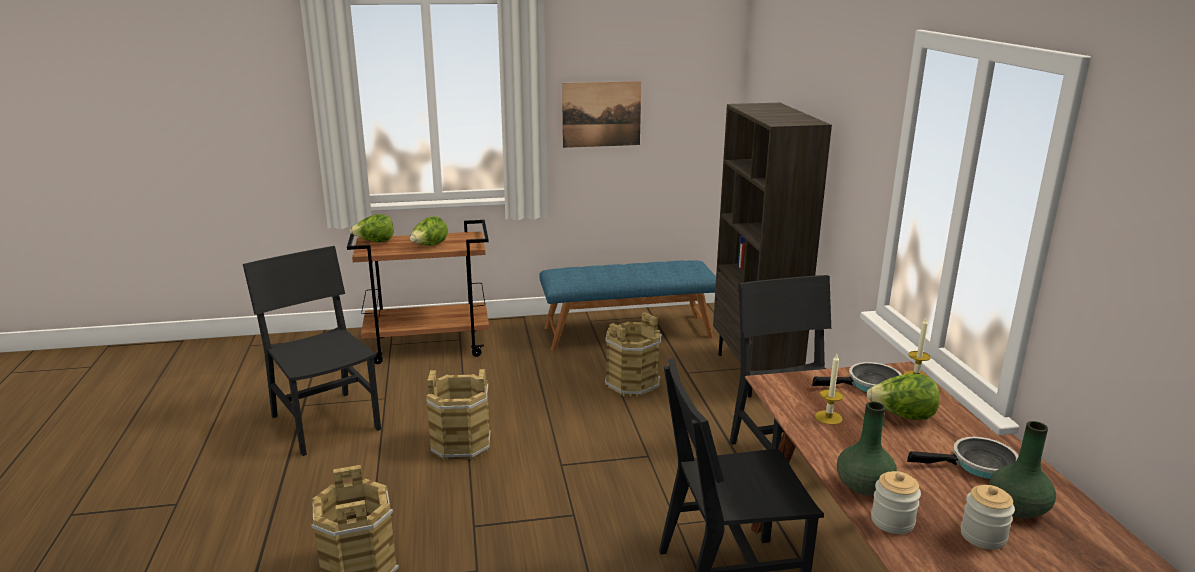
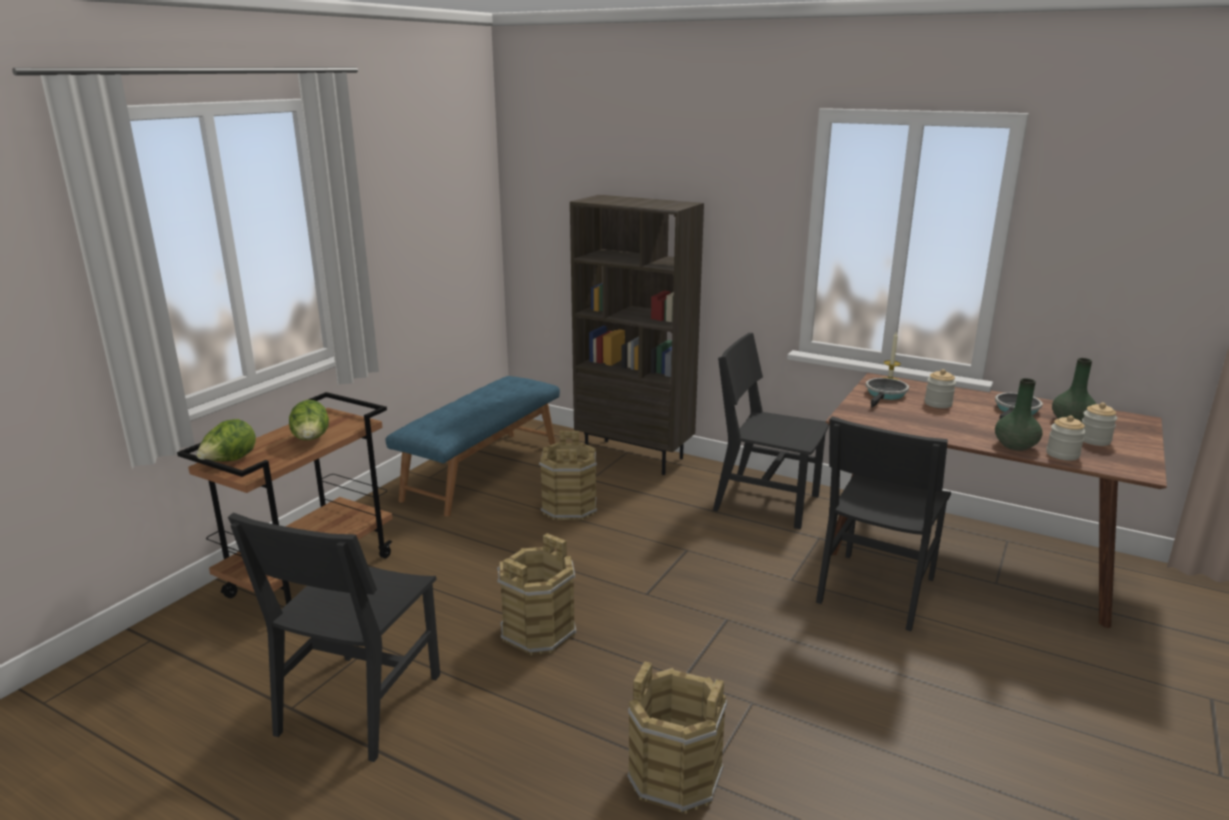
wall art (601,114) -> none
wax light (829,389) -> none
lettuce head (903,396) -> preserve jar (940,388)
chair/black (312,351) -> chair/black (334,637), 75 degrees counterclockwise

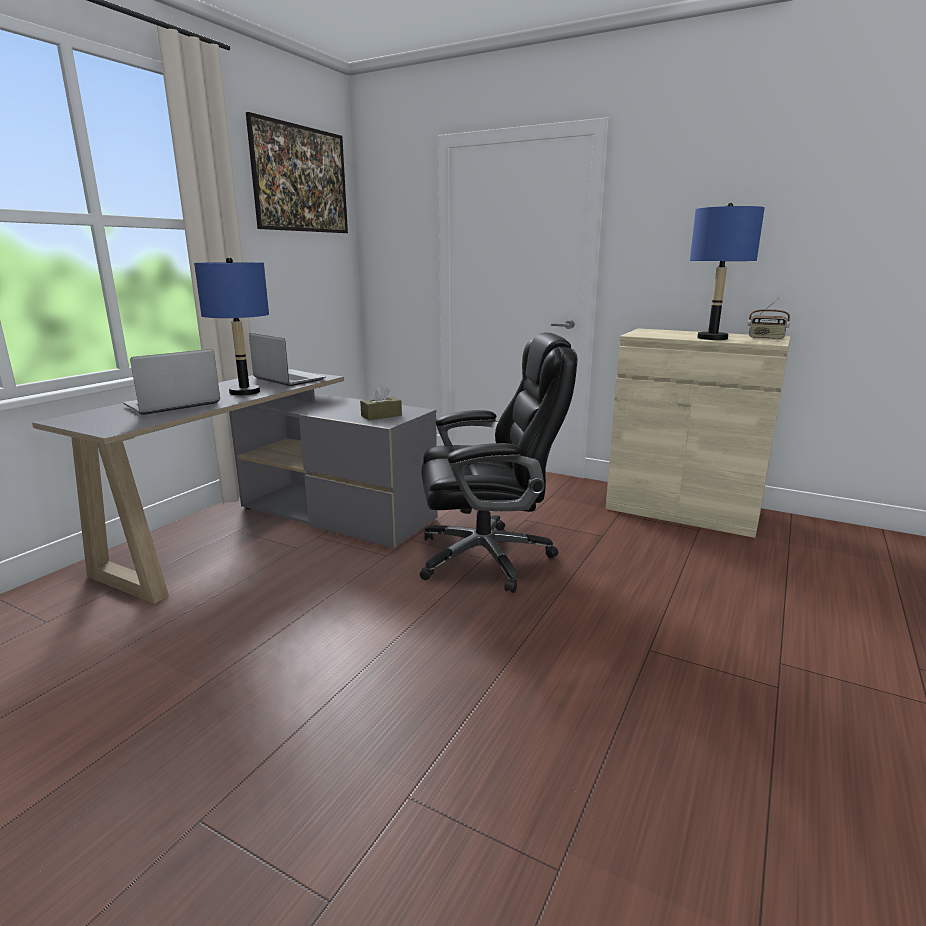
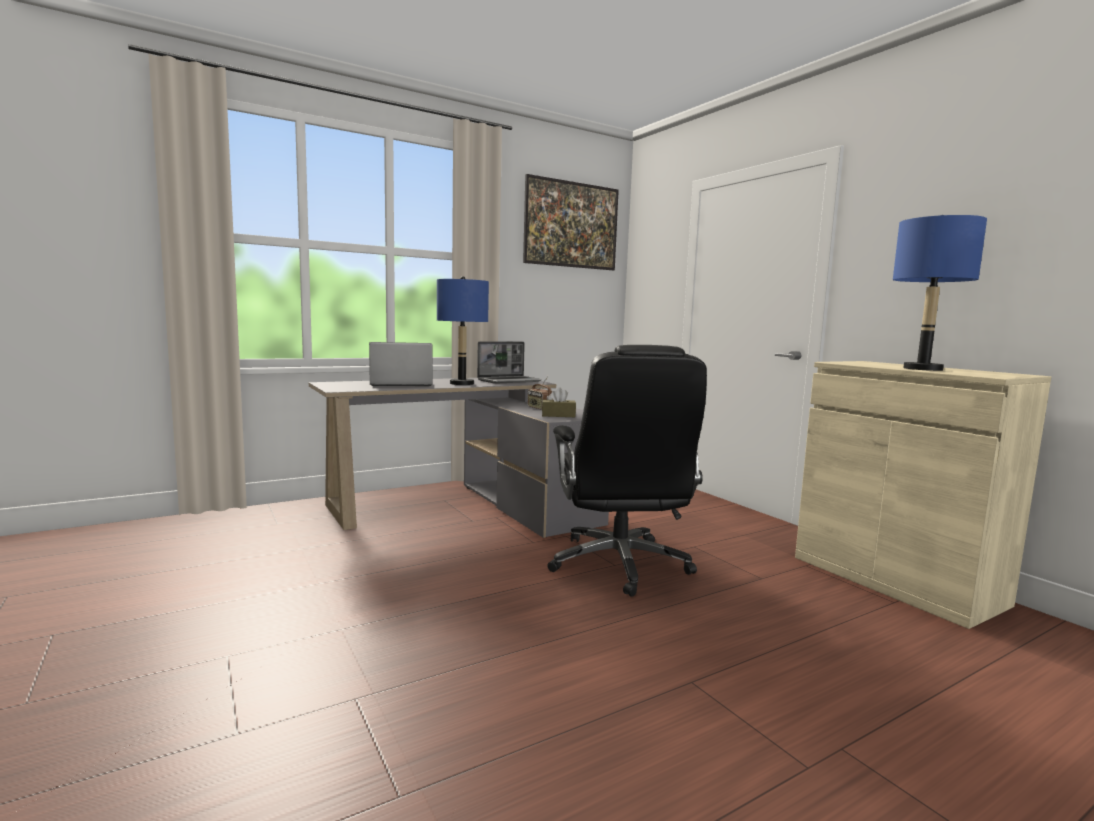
radio (768,318) -> radio (540,392), shifted
portable computer (287,359) -> portable computer (509,362), 75 degrees clockwise
desk chair/black (498,462) -> desk chair/black (627,471), 60 degrees clockwise

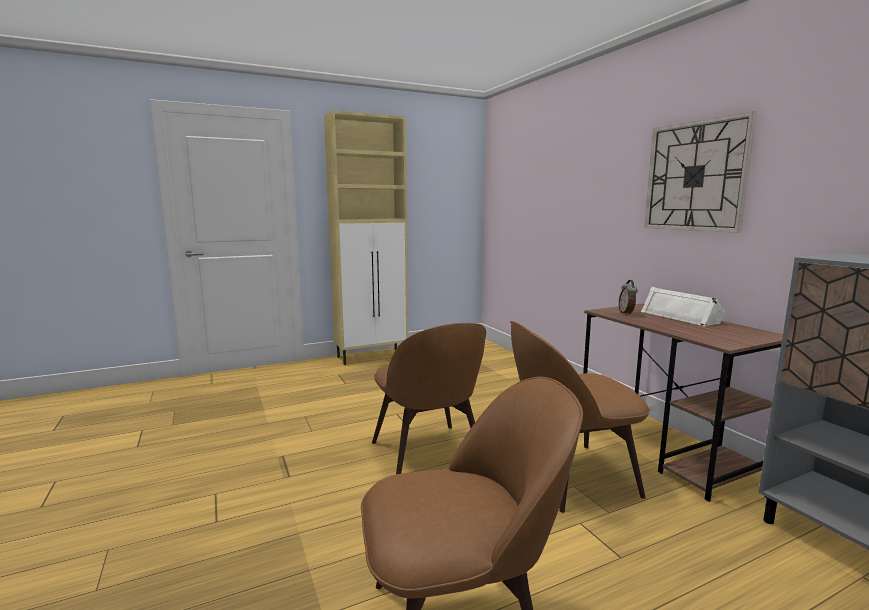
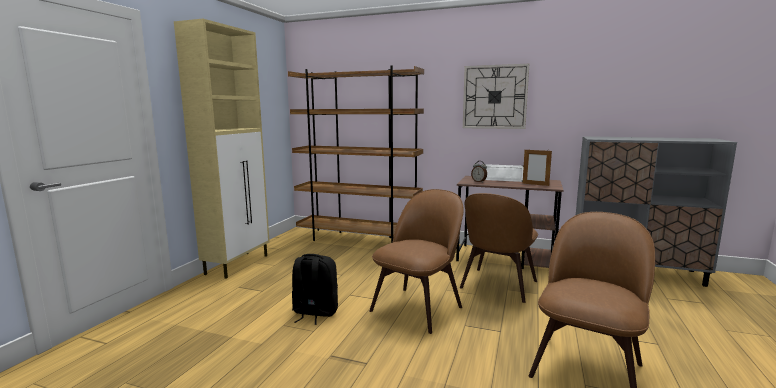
none -> shelving unit/brown-coloured (356,154)
none -> rucksack/black (315,289)
none -> photo frame (537,168)
chair/brown-coloured (429,398) -> chair/brown-coloured (417,261), 75 degrees counterclockwise

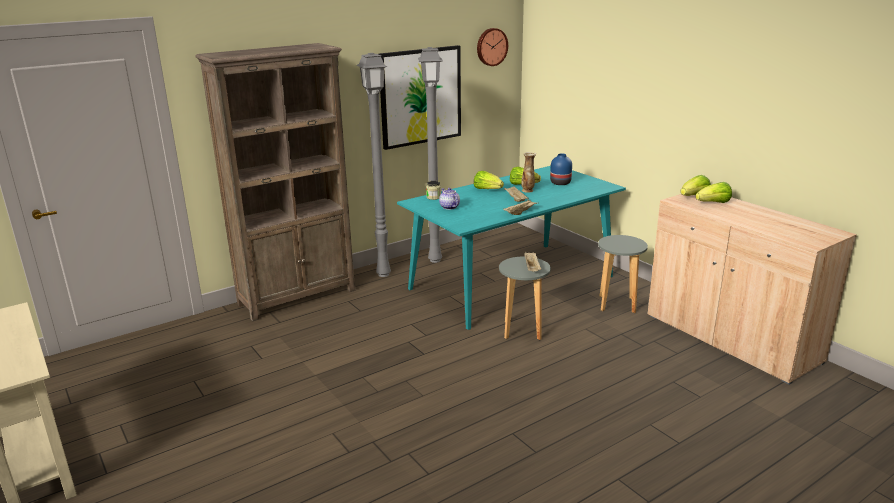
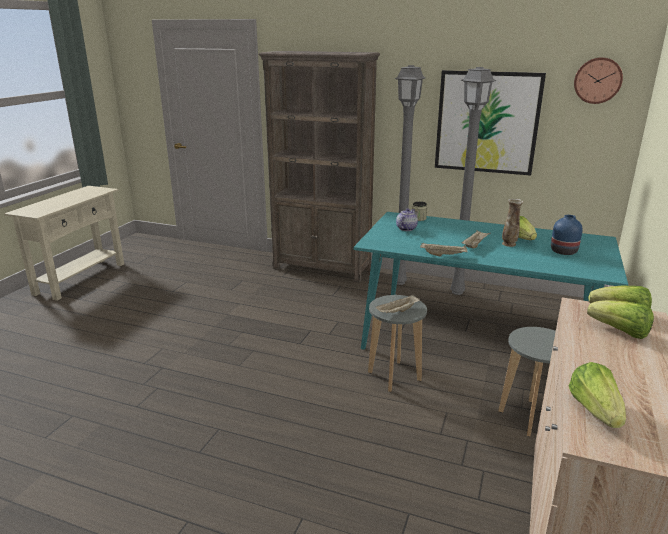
lettuce head (489,180) -> lettuce head (597,395), shifted

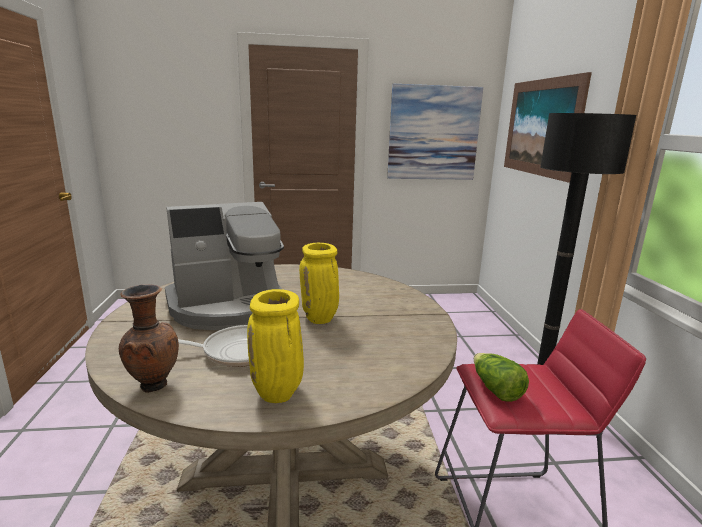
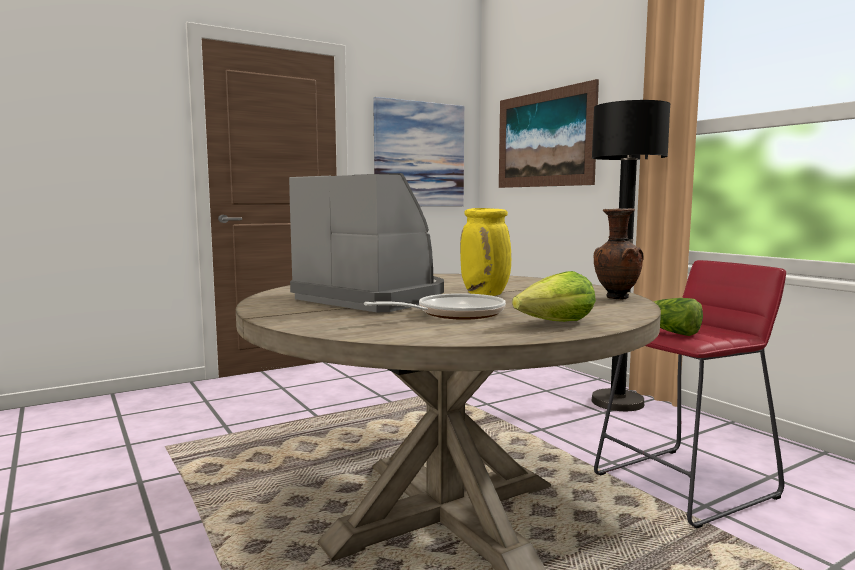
decorative vase/brown-coloured (149,338) -> decorative vase/brown-coloured (618,254), shifted
decorative vase/yellow (275,346) -> lettuce head (554,296)
coffee brewer (224,266) -> coffee brewer (366,242), 90 degrees counterclockwise

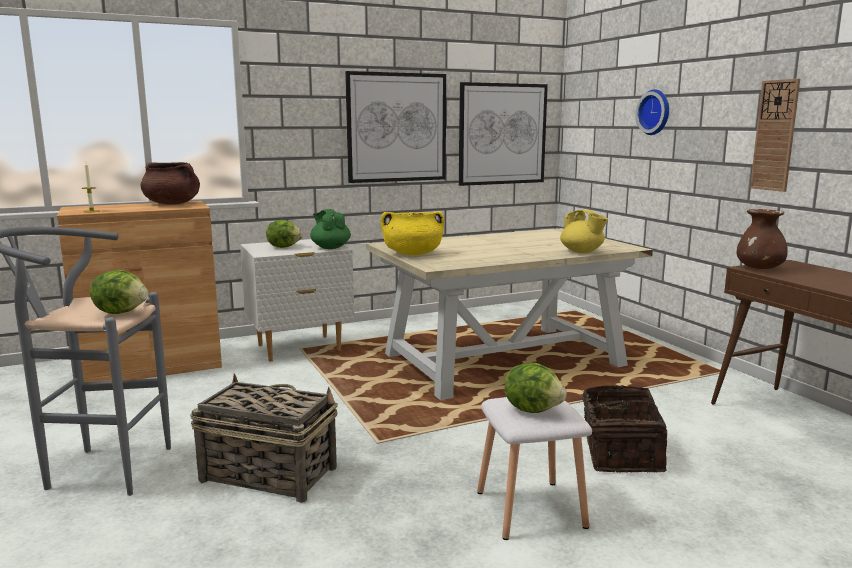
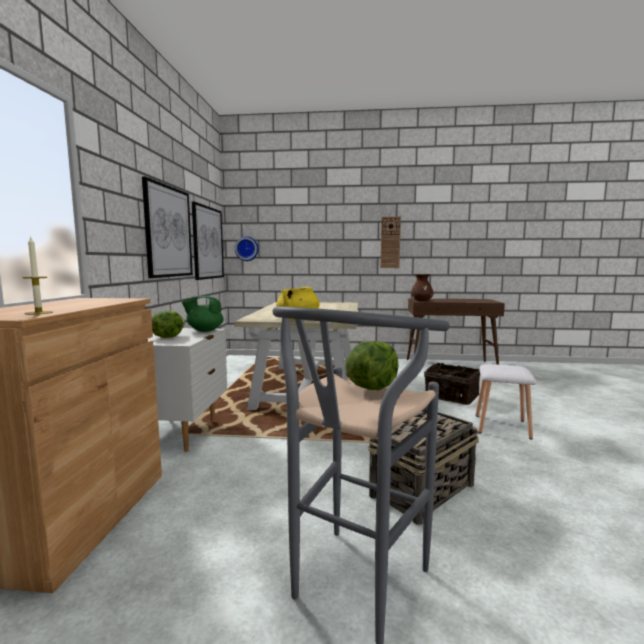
cooking pot/brown-coloured (170,183) -> none
lettuce head (536,388) -> none
teapot/yellow (584,231) -> none
wall clock (652,112) -> wall clock (246,248), shifted

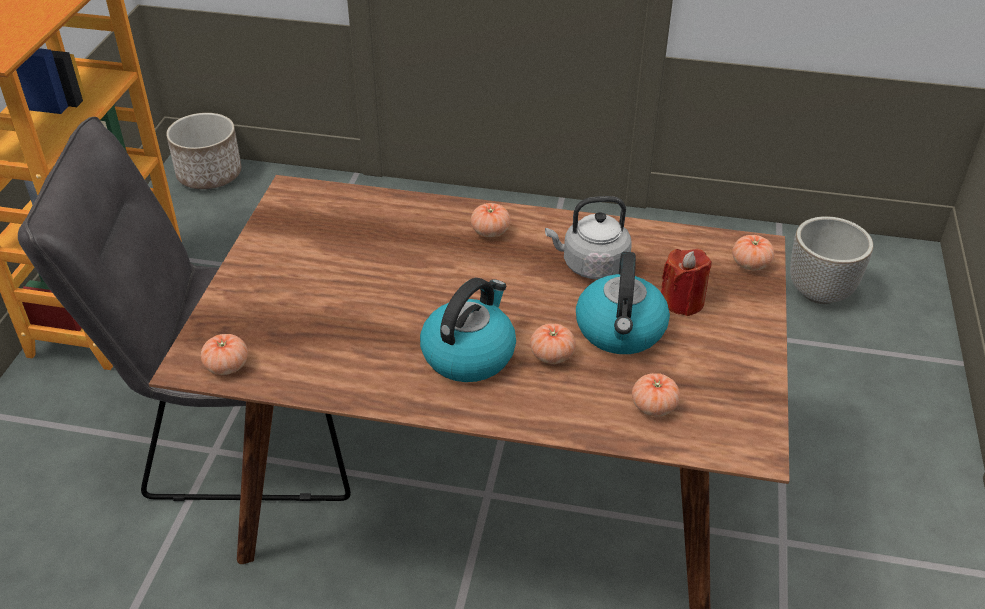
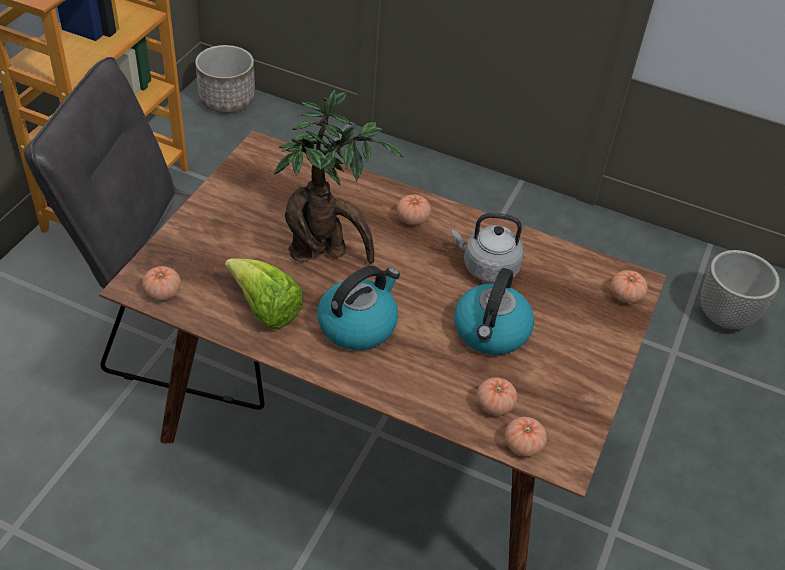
wax light/reddish (686,282) -> none
none -> lettuce head (264,293)
none -> plant in a pot (338,177)
whole tomato (553,344) -> whole tomato (526,437), shifted

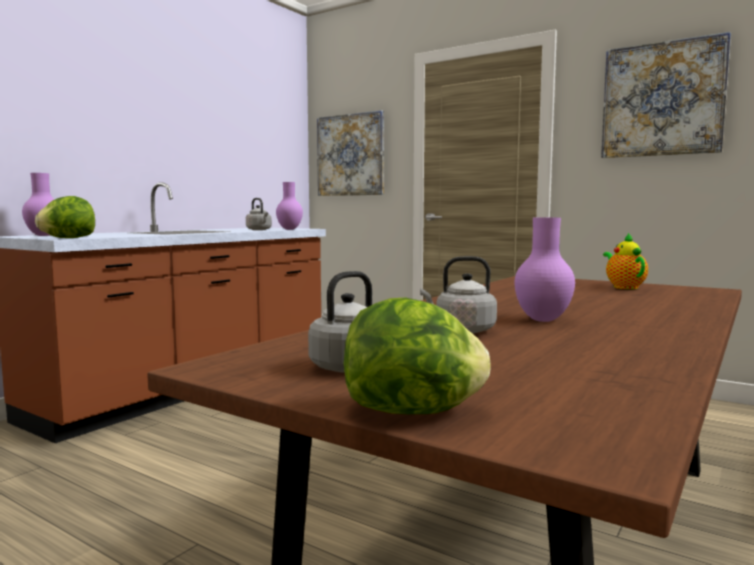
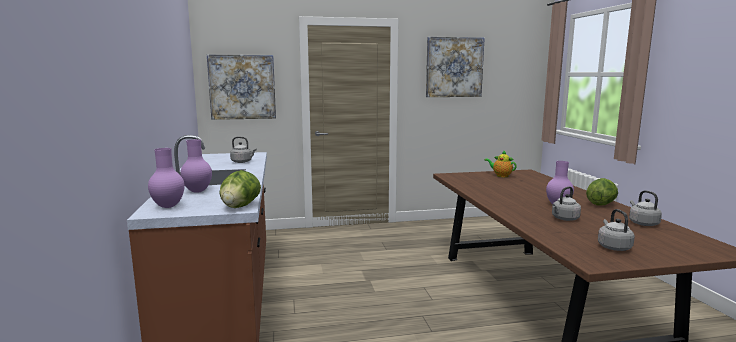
none -> water kettle/grey (645,208)
decorative vase/purple-coloured (289,206) -> decorative vase/purple-coloured (196,166), shifted
lettuce head (417,356) -> lettuce head (602,192), shifted

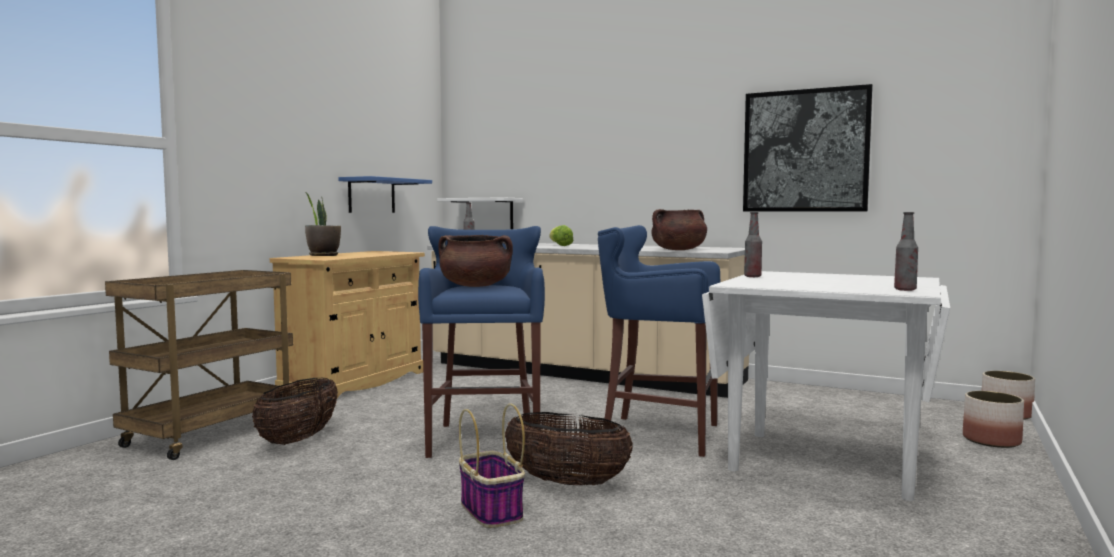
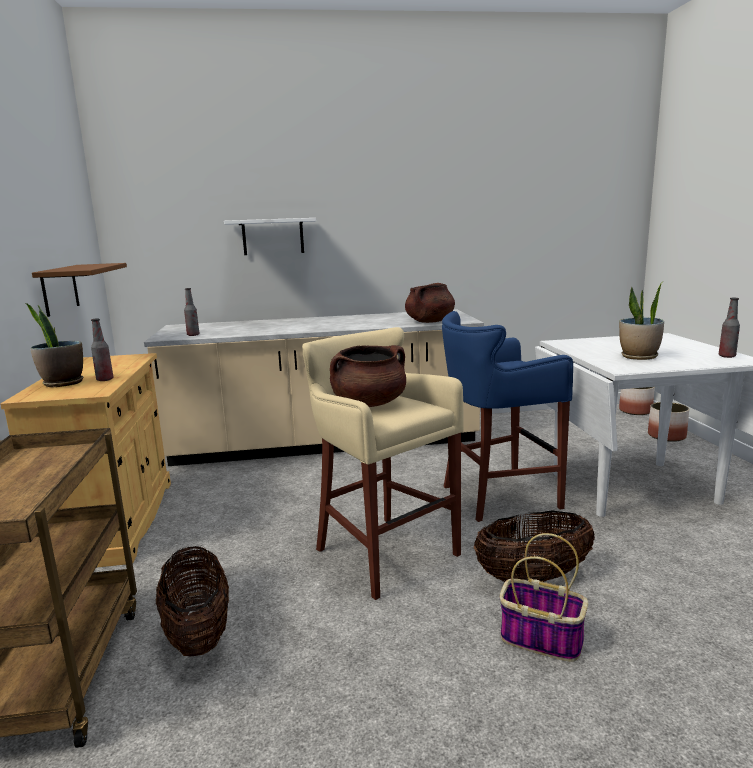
lettuce head (561,235) -> none
wall art (808,147) -> none
none -> plant in a pot (641,320)
wall shelf/white-coloured (480,213) -> wall shelf/white-coloured (270,236), shifted
bottle (753,244) -> bottle (102,349), shifted
wall shelf/bluish (385,194) -> wall shelf/brown-coloured (79,290)
stool/bluish (481,342) -> stool/beige-coloured (383,463)

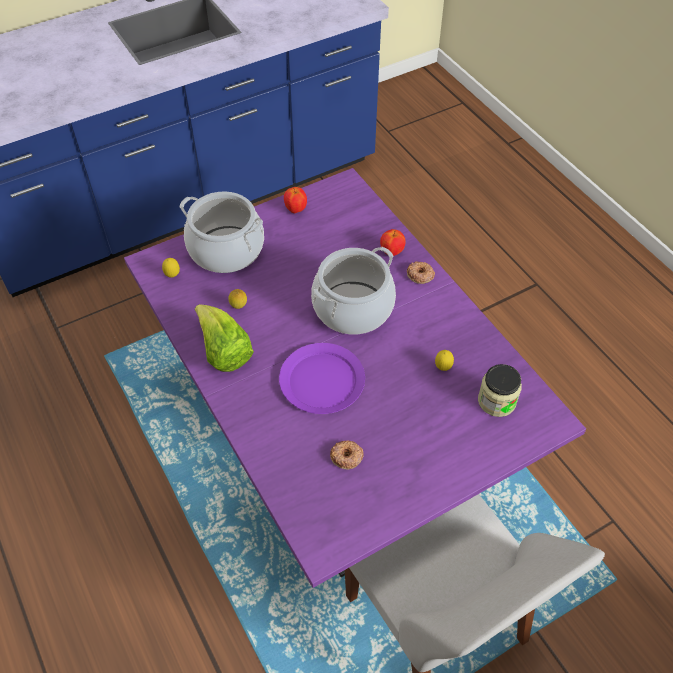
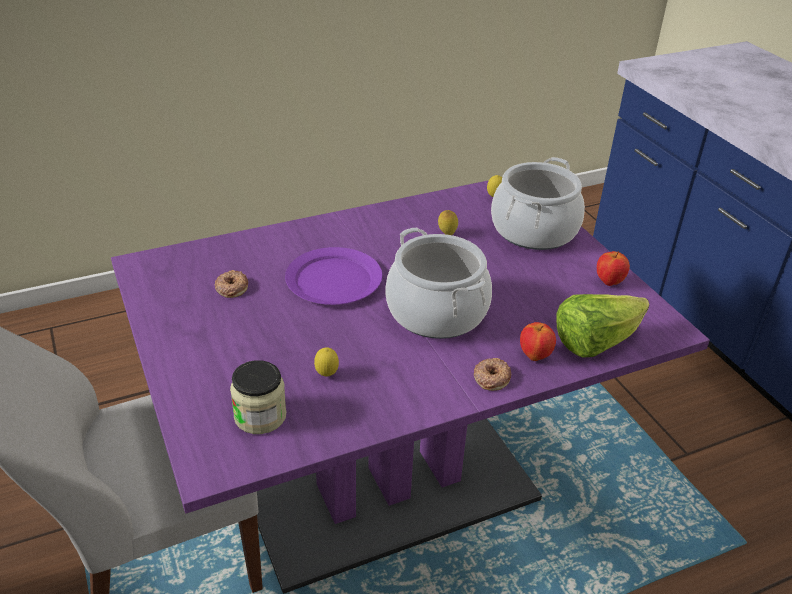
lettuce head (224,338) -> lettuce head (602,326), shifted

